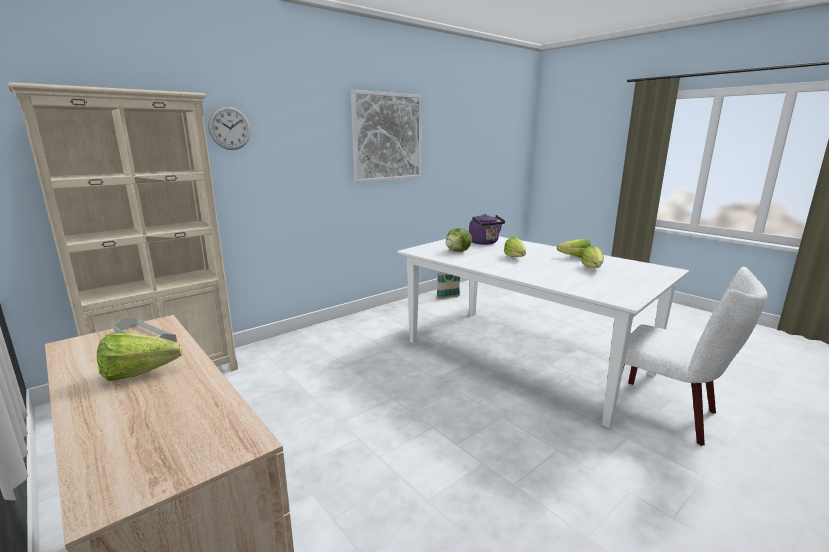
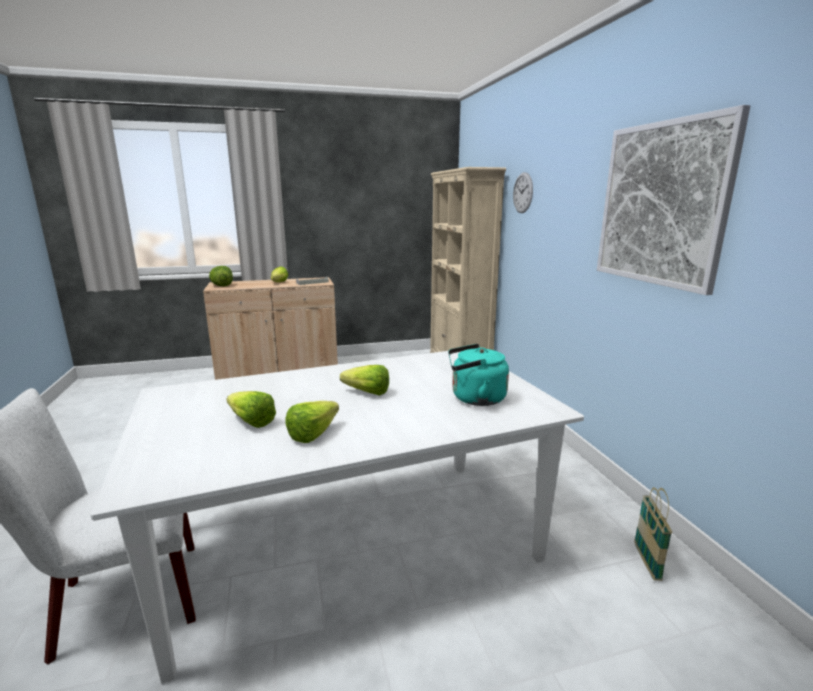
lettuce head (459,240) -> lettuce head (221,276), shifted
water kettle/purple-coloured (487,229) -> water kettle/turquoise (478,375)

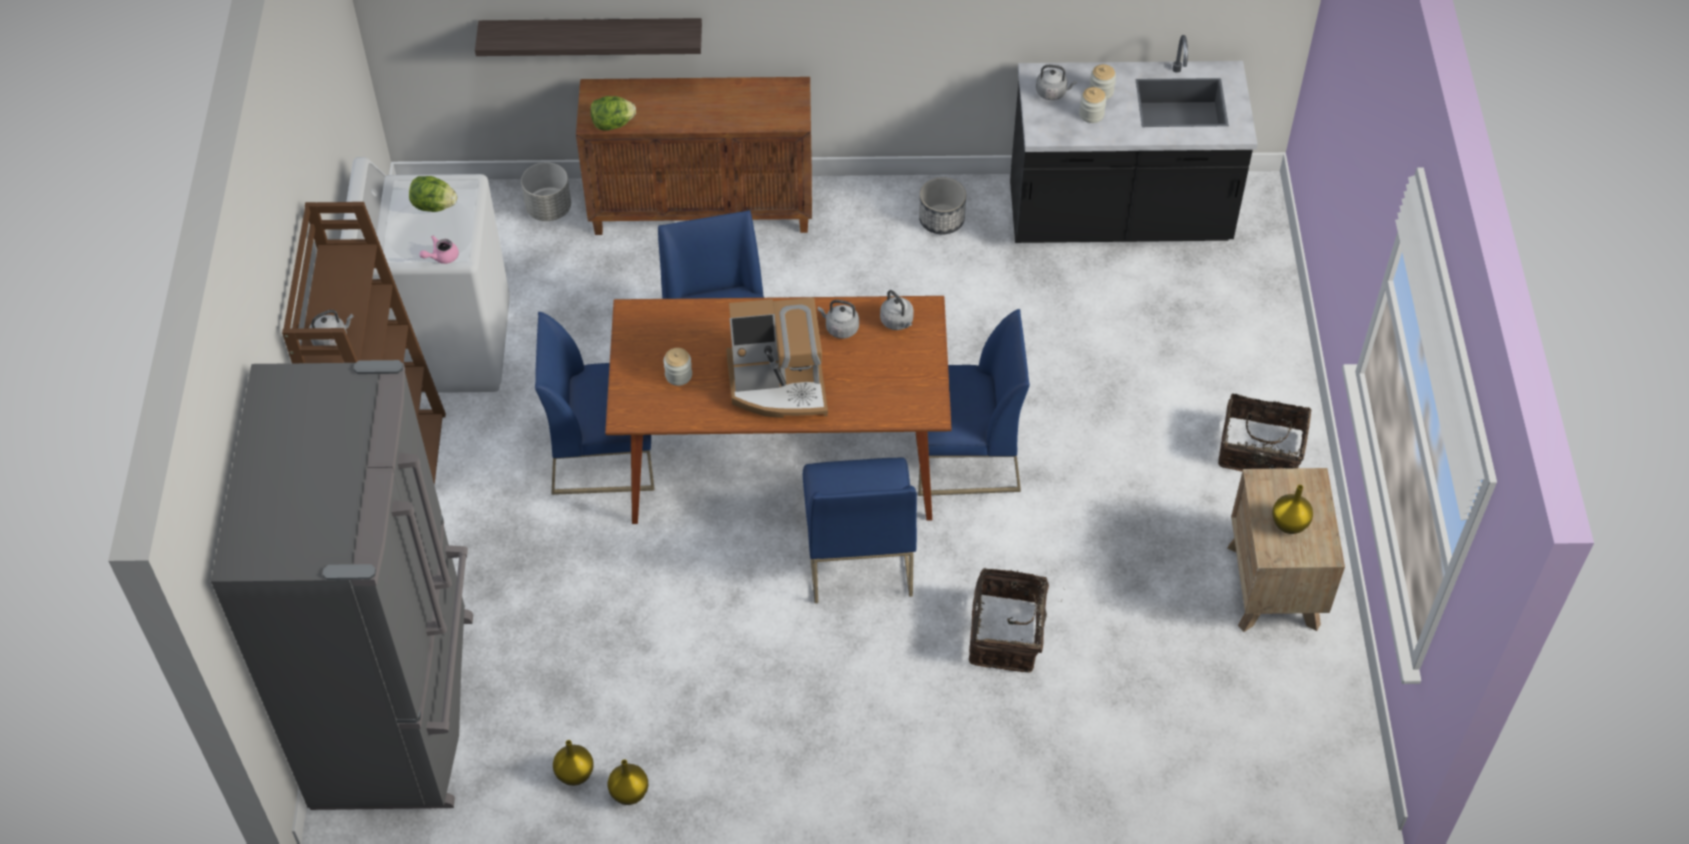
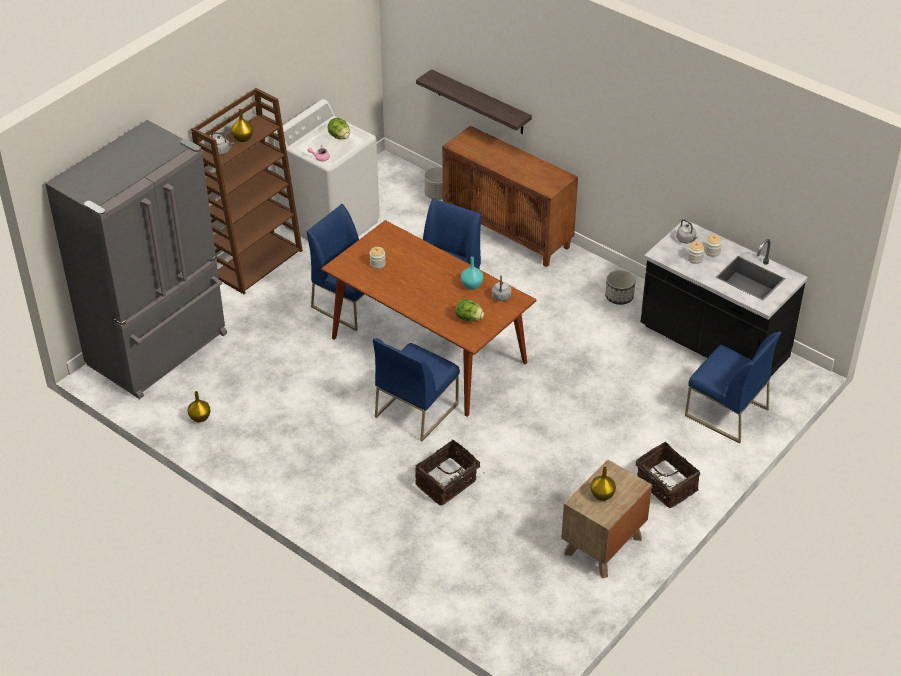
coffee brewer (777,357) -> none
lettuce head (613,113) -> lettuce head (469,310), shifted
decorative vase/yellow (628,782) -> decorative vase/yellow (242,125), shifted
chair/bluish (974,402) -> chair/bluish (733,387), shifted
water kettle/grey (838,319) -> decorative vase/turquoise (472,273)

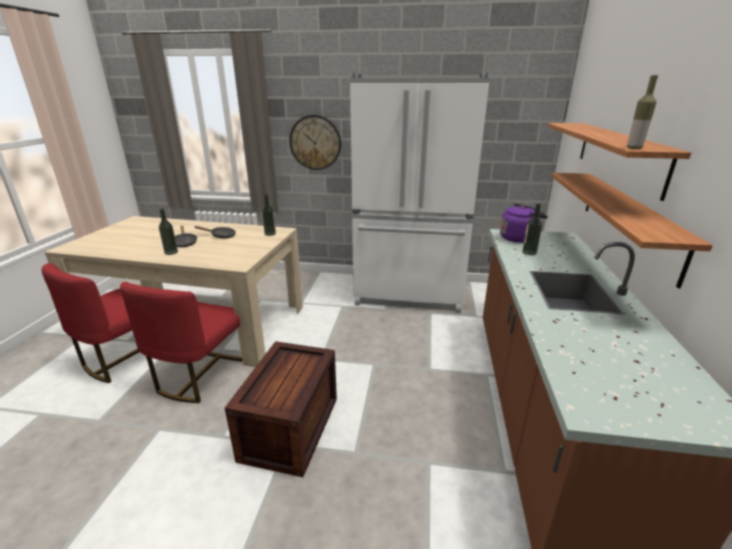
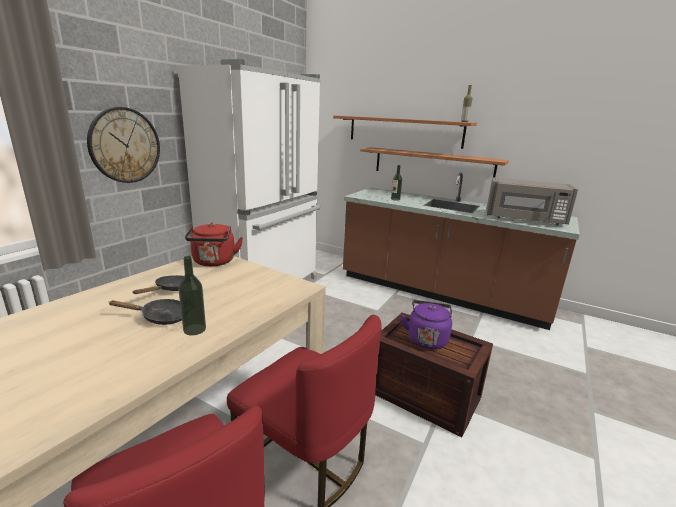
none -> kitchen microwave/grey (532,201)
water kettle/purple-coloured (524,223) -> water kettle/purple-coloured (426,324), shifted
bottle (269,215) -> water kettle/reddish (214,244)

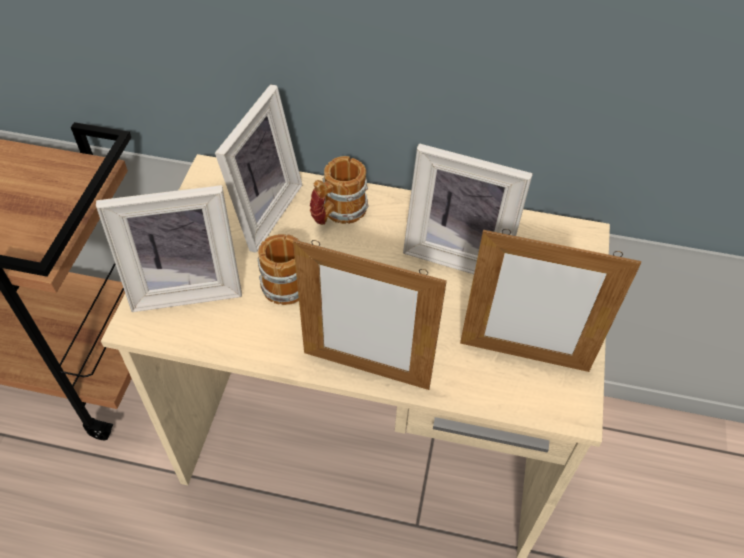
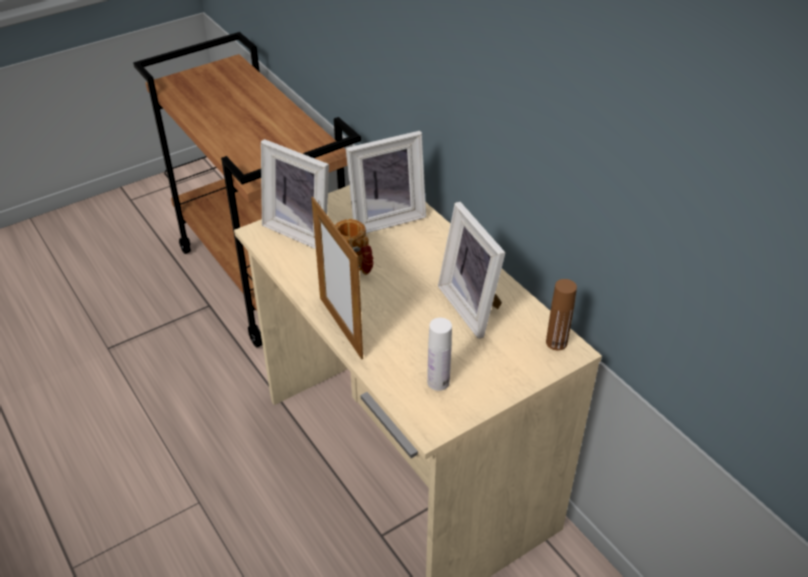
tea mug (339,190) -> none
none -> bottle/brown-coloured (561,315)
photo frame (550,300) -> bottle/white-coloured (439,354)

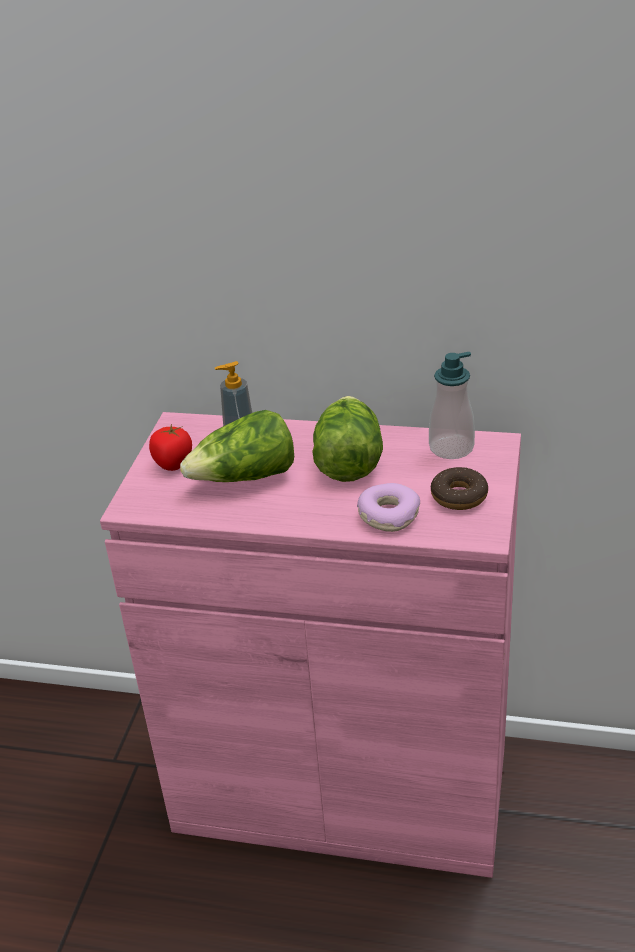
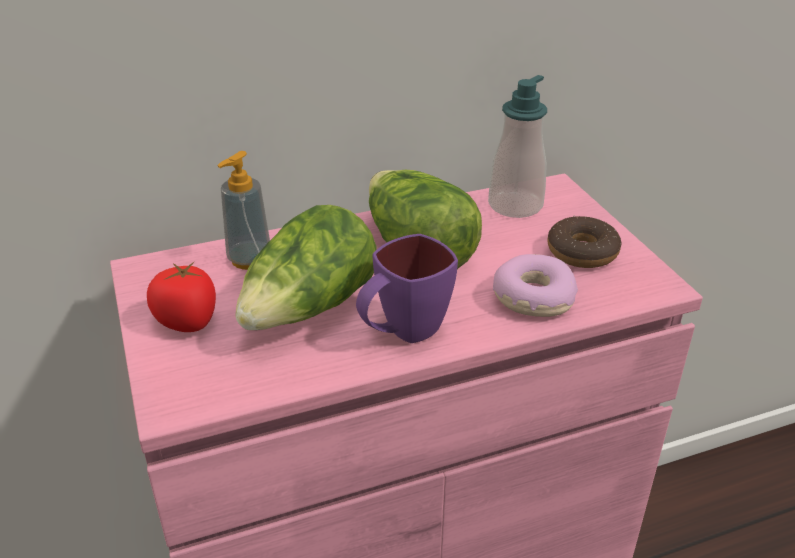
none -> tea mug/purple-coloured (407,288)

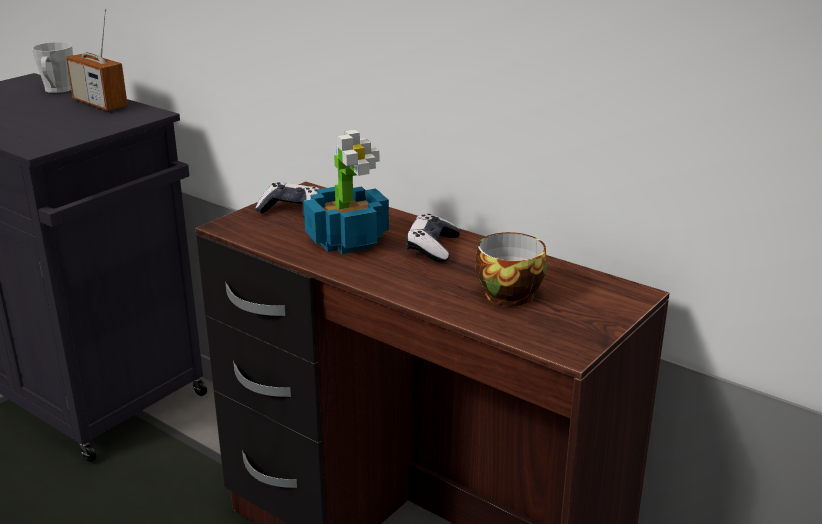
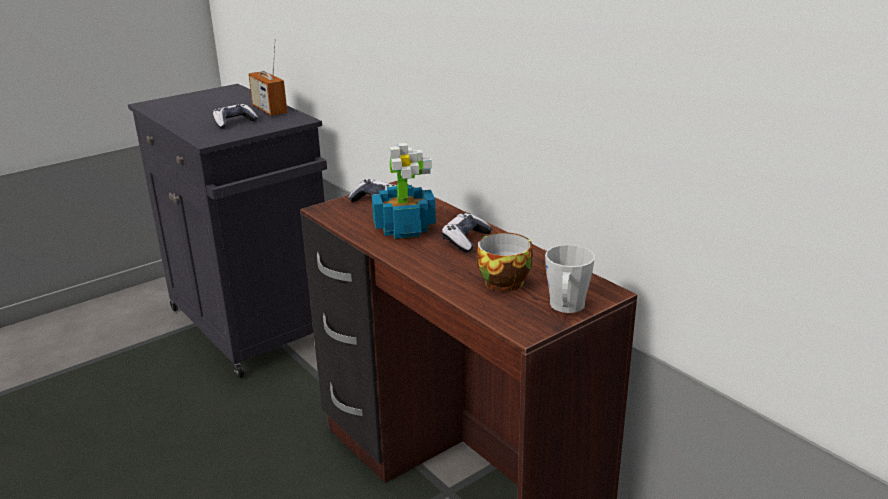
none -> joypad (235,116)
tea mug/grey (52,67) -> tea mug/grey (570,279), shifted

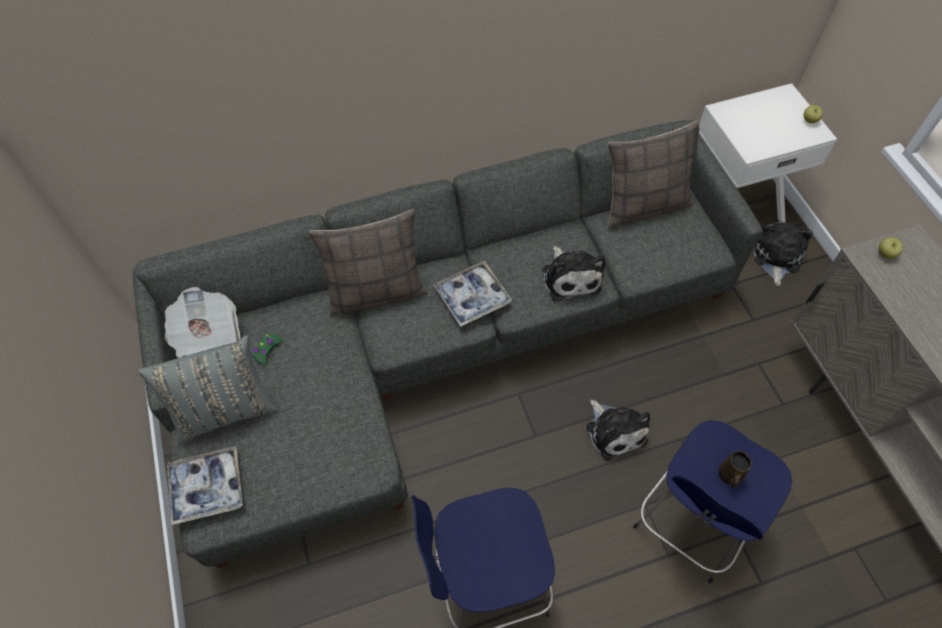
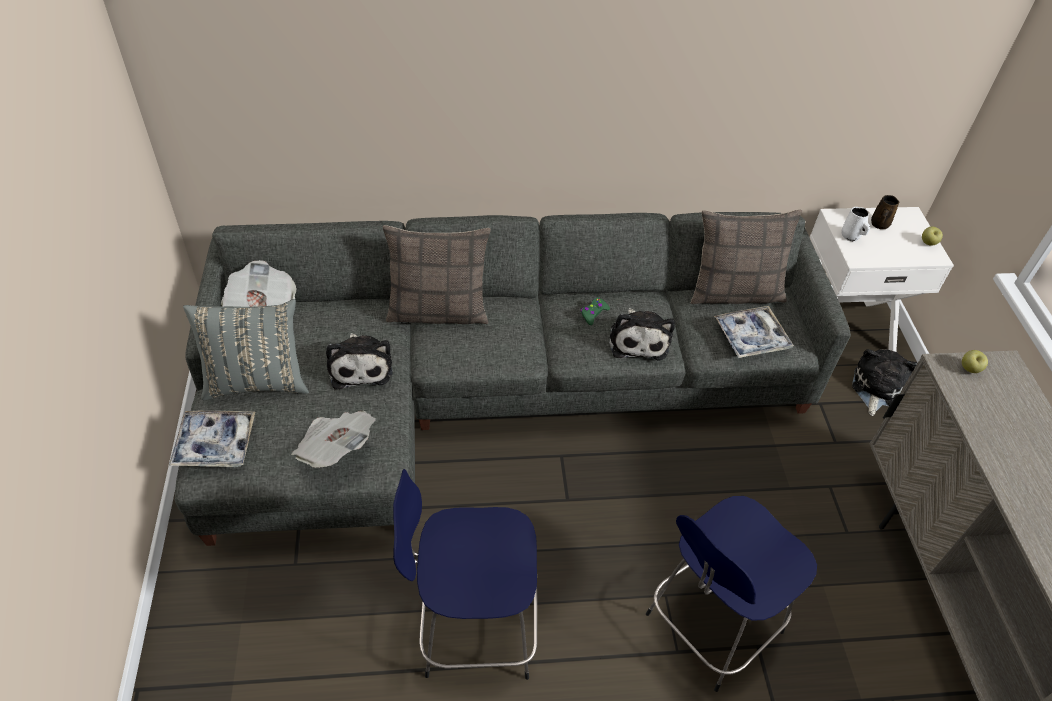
none -> newspaper (333,439)
none -> tea mug/white-coloured (855,224)
joypad/green (267,349) -> joypad/green (595,311), shifted
serving tray (472,294) -> serving tray (754,332), shifted
plush toy (618,430) -> plush toy (359,361), shifted
tea mug/brown-coloured (735,469) -> tea mug/brown-coloured (885,212), shifted

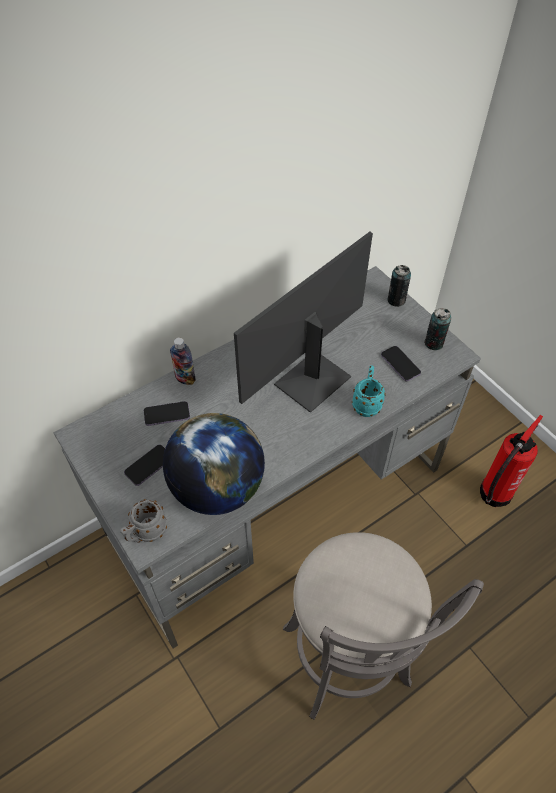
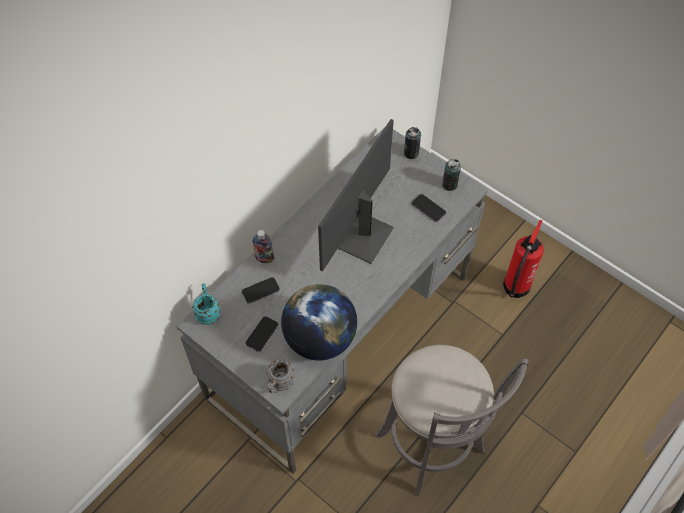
tea mug/turquoise (369,391) -> tea mug/turquoise (206,304), shifted

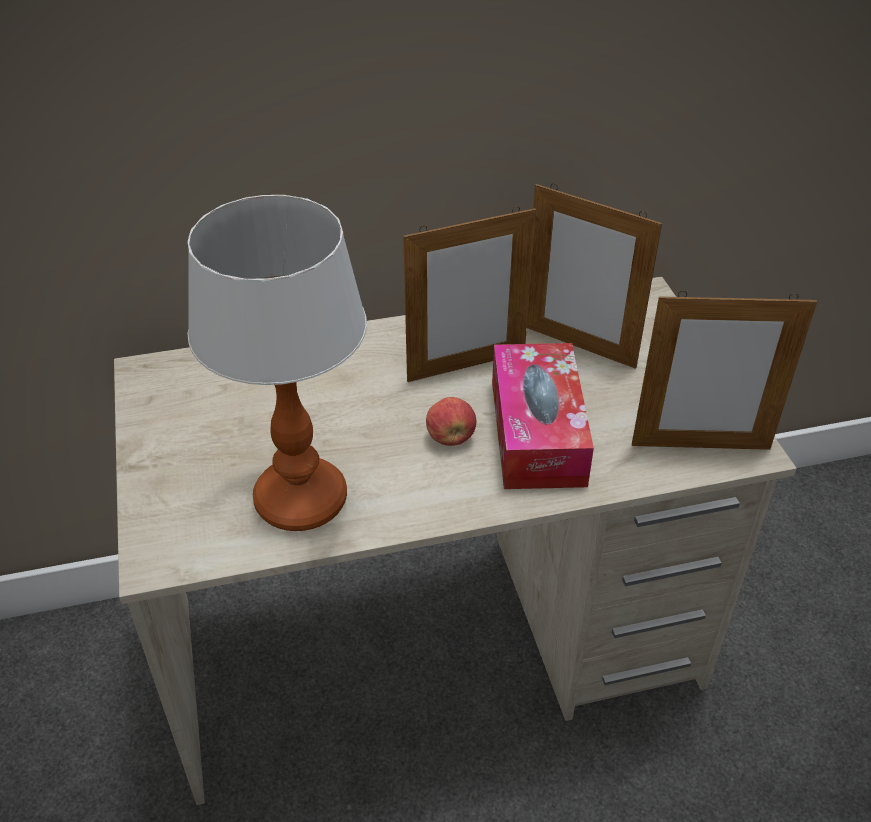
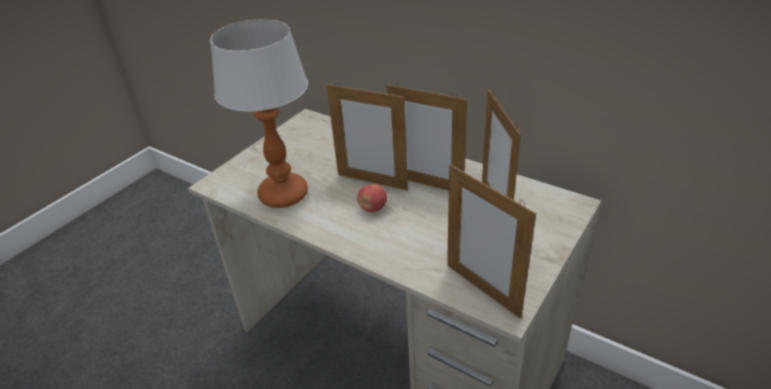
tissue holder (543,416) -> none
none -> photo frame (367,136)

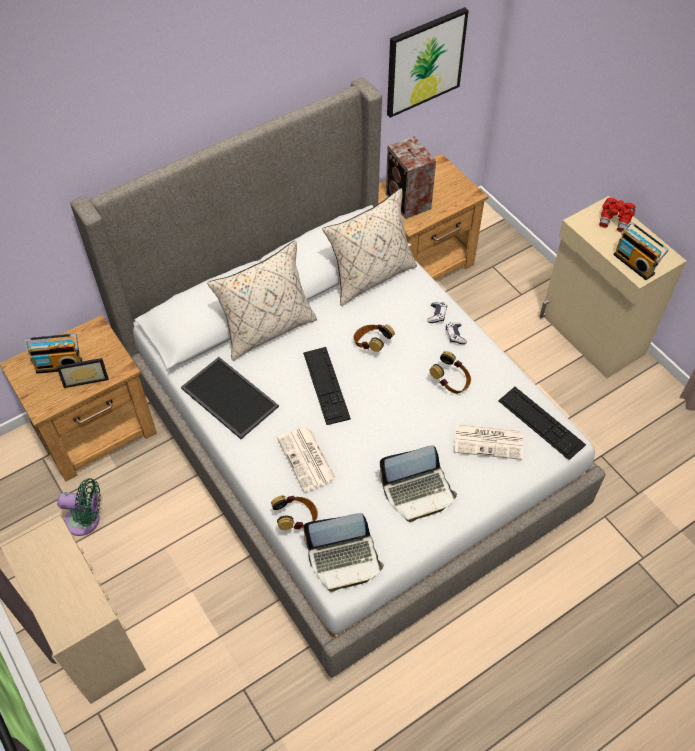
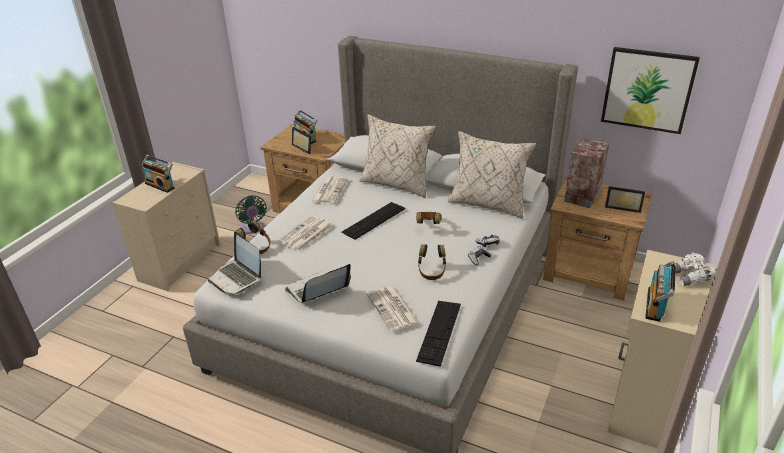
none -> radio (158,174)
none -> photo frame (625,199)
serving tray (230,398) -> newspaper (329,190)
pair of binoculars/reddish (617,215) -> pair of binoculars/white-coloured (692,269)
portable computer (418,483) -> portable computer (318,283), 105 degrees clockwise

